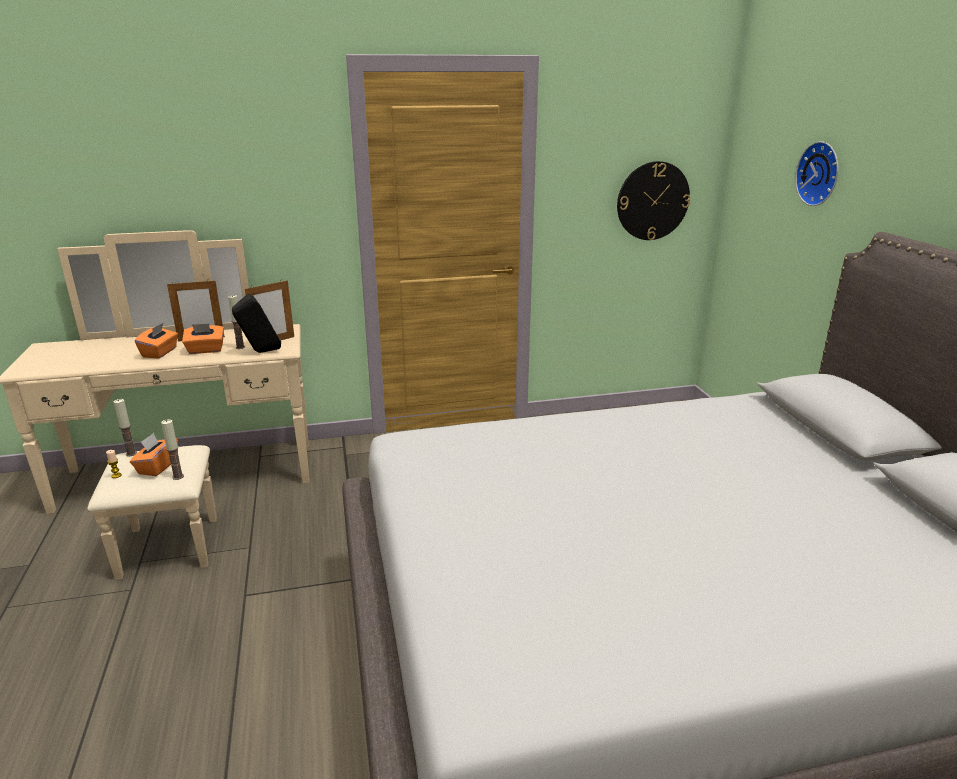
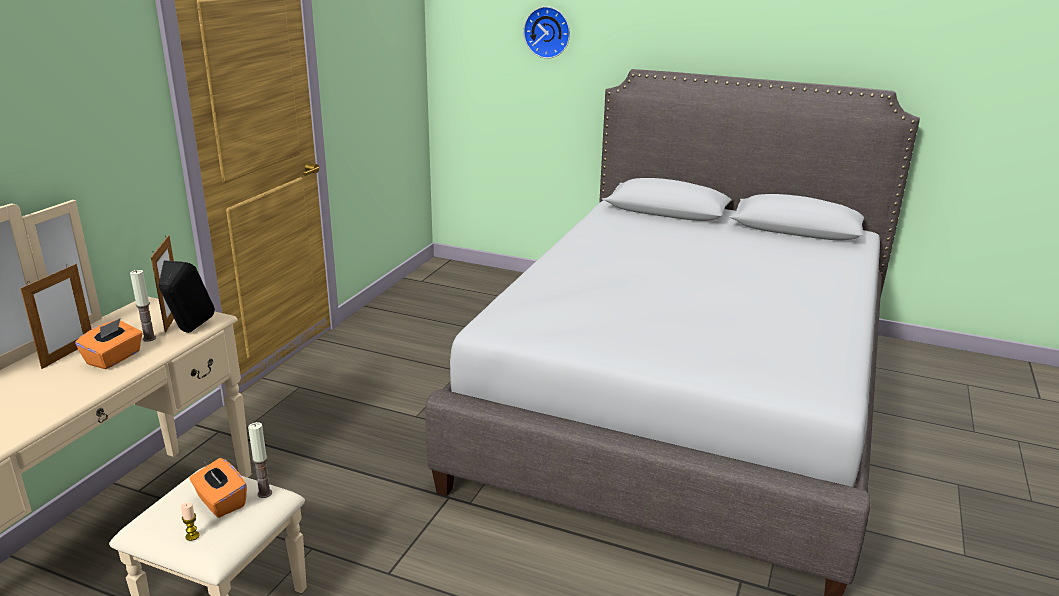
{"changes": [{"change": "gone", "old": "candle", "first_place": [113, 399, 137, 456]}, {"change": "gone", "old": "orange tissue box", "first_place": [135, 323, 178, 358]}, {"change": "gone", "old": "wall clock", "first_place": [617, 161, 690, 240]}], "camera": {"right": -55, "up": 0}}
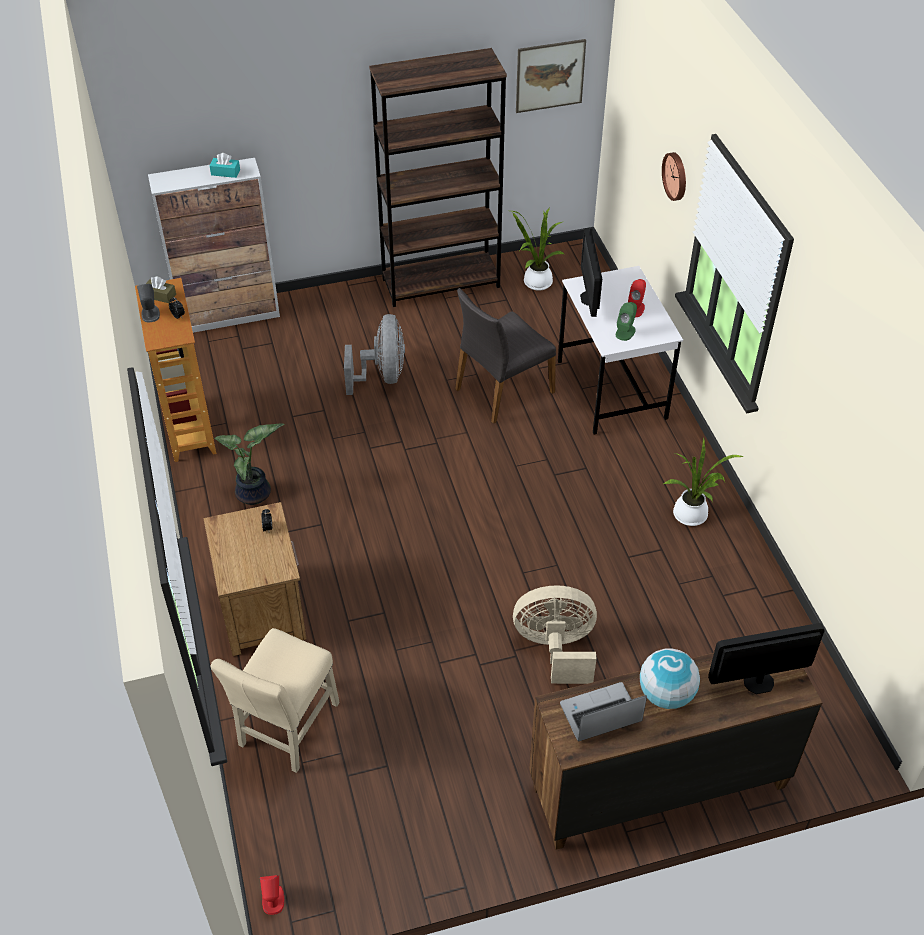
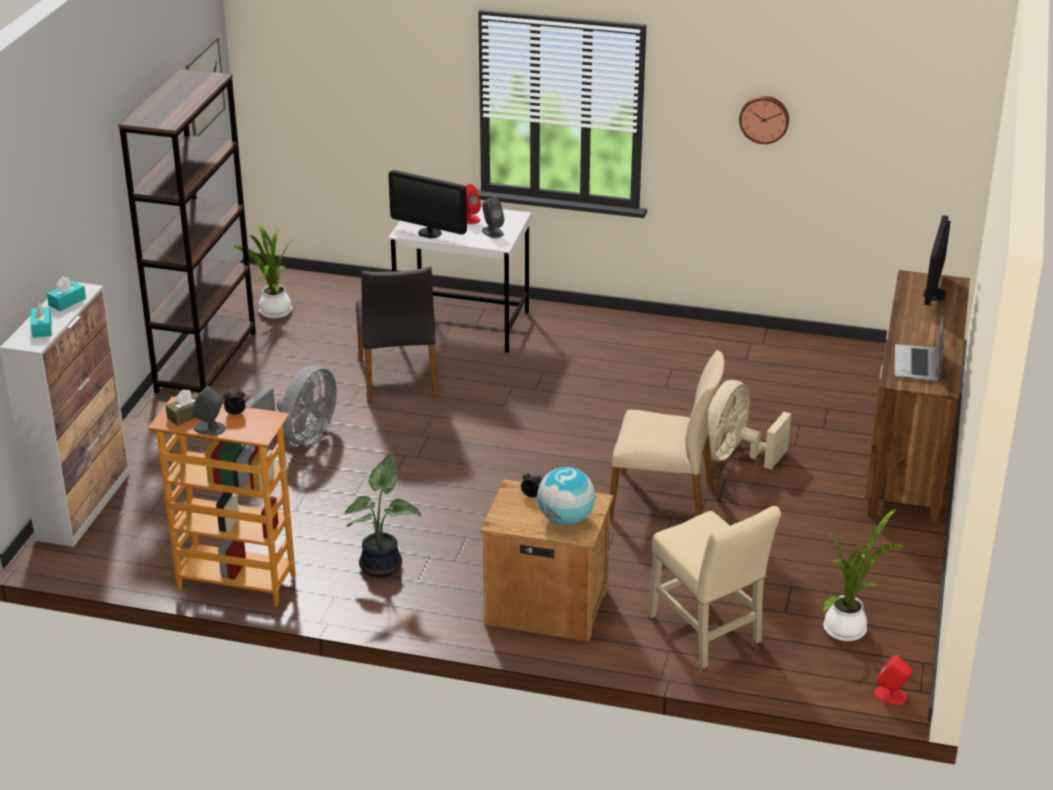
{"changes": [{"change": "new", "new": "turquoise tissue box", "second_place": [31, 302, 52, 338]}, {"change": "new", "new": "beige chair", "second_place": [610, 350, 725, 520]}, {"change": "shifted", "old": "globe", "first_place": [639, 648, 700, 709], "second_place": [537, 467, 596, 525]}, {"change": "shifted", "old": "wall clock", "first_place": [662, 152, 686, 201], "second_place": [739, 96, 789, 144]}, {"change": "shifted", "old": "potted plant", "first_place": [664, 438, 744, 526], "second_place": [823, 509, 906, 642]}, {"change": "repainted", "old": "green speaker", "new": "grey speaker", "first_place": [616, 302, 637, 341], "second_place": [482, 197, 504, 238]}, {"change": "rotated", "old": "grey fan", "first_place": [344, 314, 405, 395], "second_place": [245, 365, 337, 445], "degrees": 90}], "camera": {"right": -60, "up": -15}}
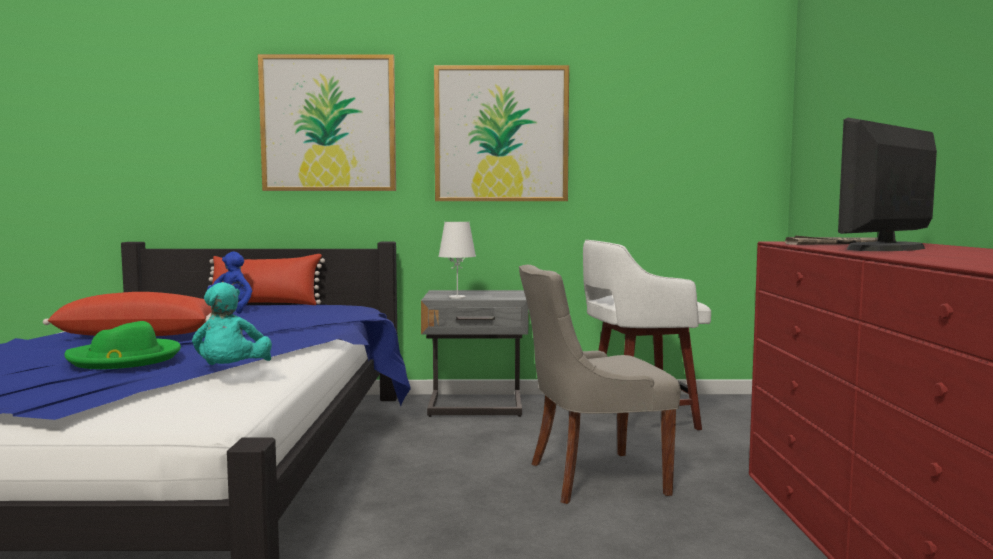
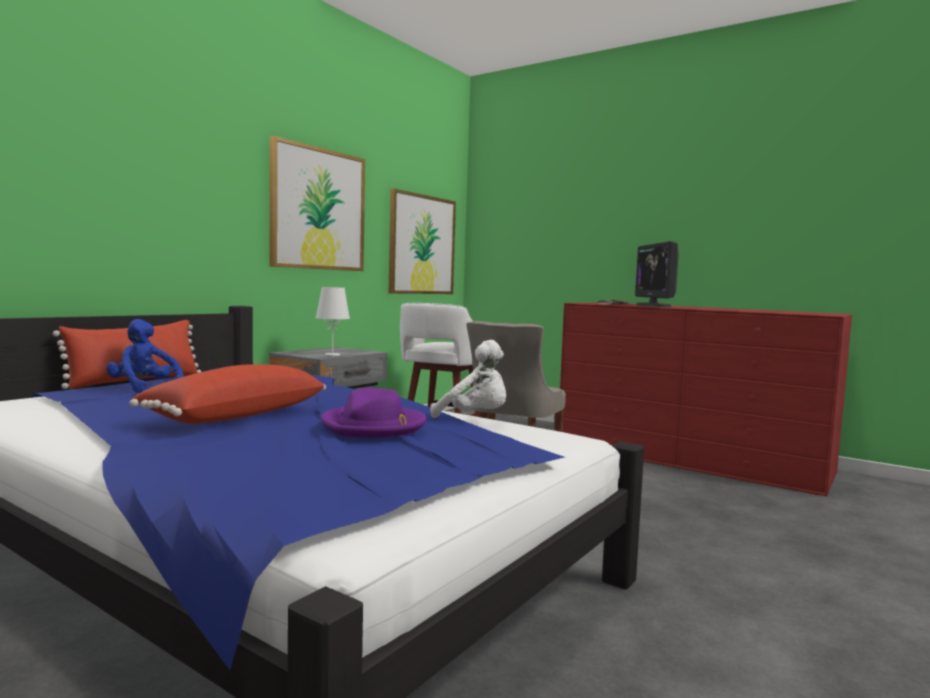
{"changes": [{"change": "shifted", "old": "picture", "first_place": [258, 54, 396, 191], "second_place": [389, 188, 456, 294]}, {"change": "repainted", "old": "green hat", "new": "purple hat", "first_place": [64, 321, 181, 369], "second_place": [321, 387, 427, 438]}, {"change": "repainted", "old": "turquoise plush toy", "new": "white plush toy", "first_place": [192, 282, 272, 365], "second_place": [430, 340, 506, 418]}], "camera": {"right": -55, "up": 0}}
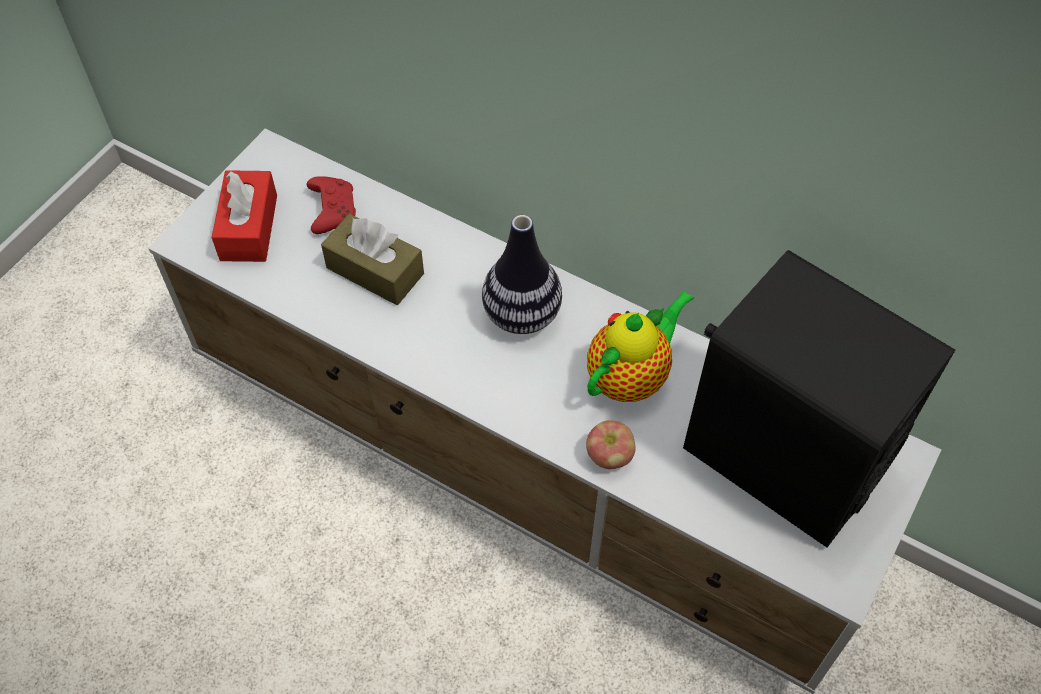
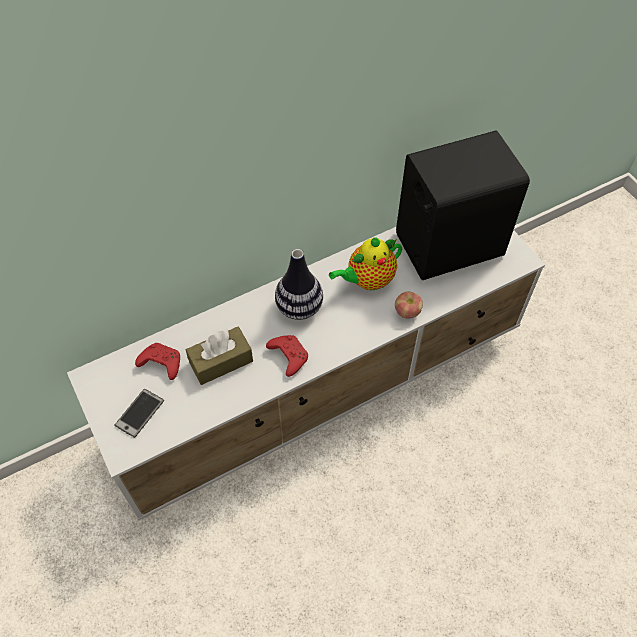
{"changes": [{"change": "new", "new": "red game controller", "second_place": [266, 335, 308, 377]}, {"change": "swapped", "old": "red tissue box", "new": "phone", "first_place": [211, 170, 277, 262], "second_place": [114, 389, 164, 438]}, {"change": "rotated", "old": "teapot", "first_place": [587, 290, 694, 402], "second_place": [329, 237, 402, 290], "degrees": -105}], "camera": {"right": -60, "up": 0}}
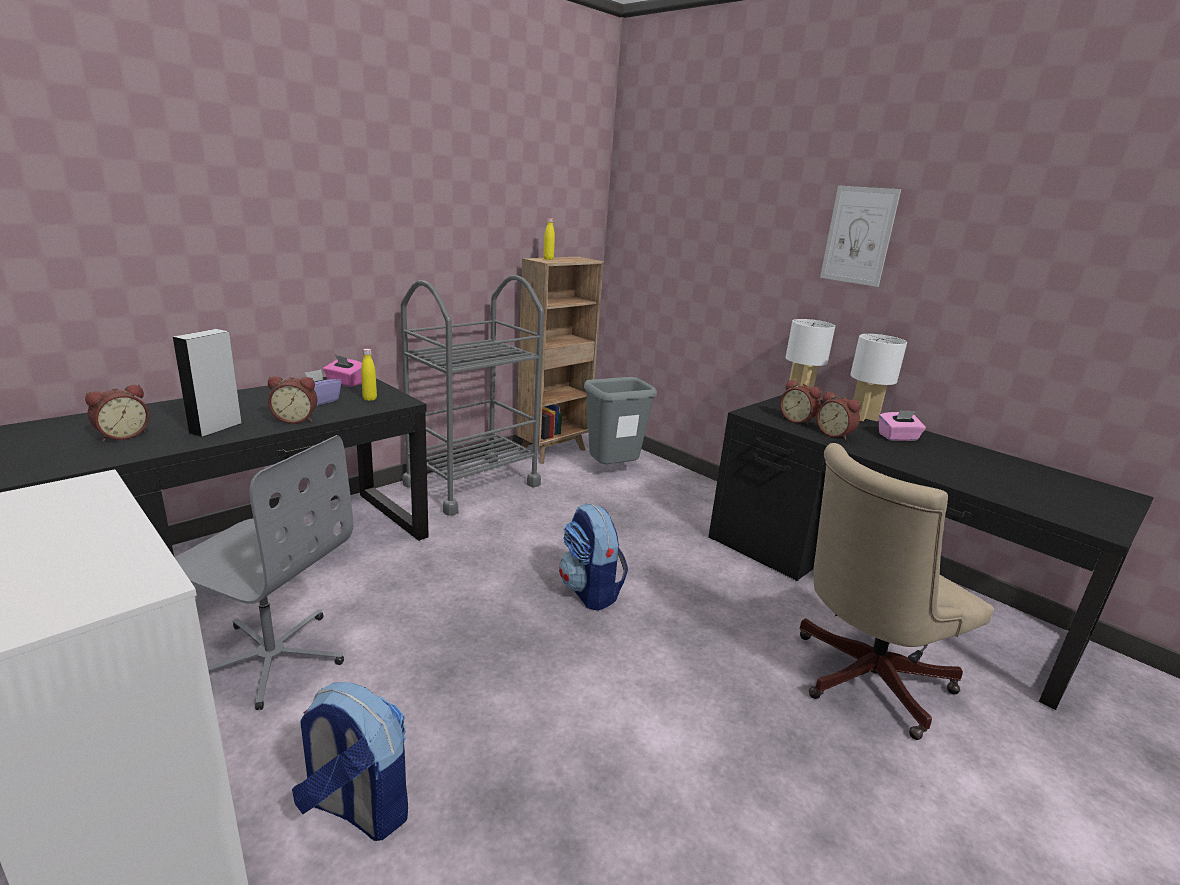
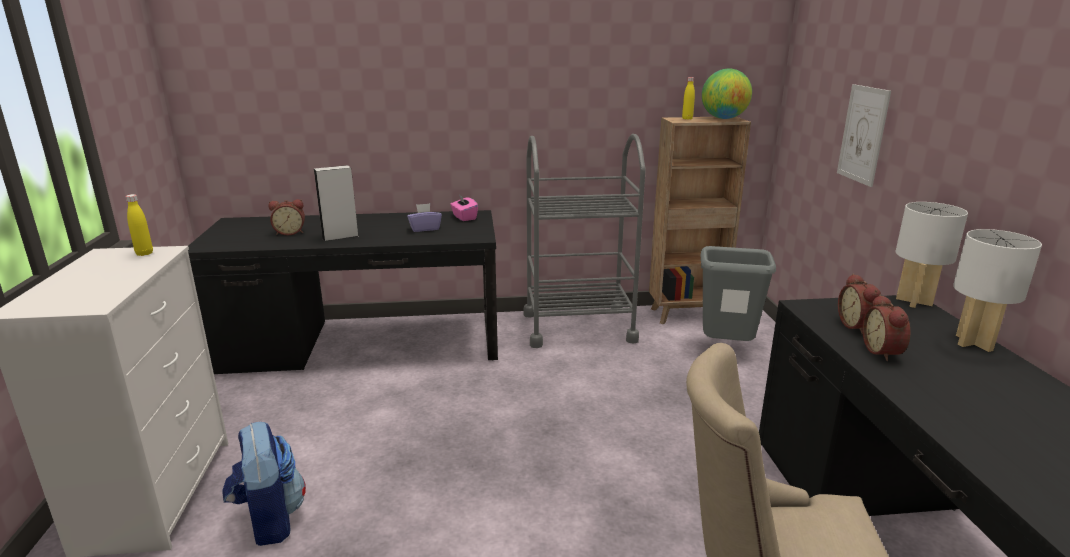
{"changes": [{"change": "gone", "old": "grey office chair", "first_place": [175, 435, 353, 710]}, {"change": "gone", "old": "alarm clock", "first_place": [268, 376, 318, 424]}, {"change": "gone", "old": "backpack", "first_place": [559, 504, 628, 611]}, {"change": "gone", "old": "pink tissue box", "first_place": [879, 410, 926, 441]}, {"change": "new", "new": "globe", "second_place": [702, 69, 752, 119]}, {"change": "shifted", "old": "yellow bottle", "first_place": [361, 349, 377, 401], "second_place": [126, 194, 153, 256]}, {"change": "shifted", "old": "picture", "first_place": [820, 185, 901, 287], "second_place": [837, 84, 891, 187]}], "camera": {"right": 40, "up": 0}}
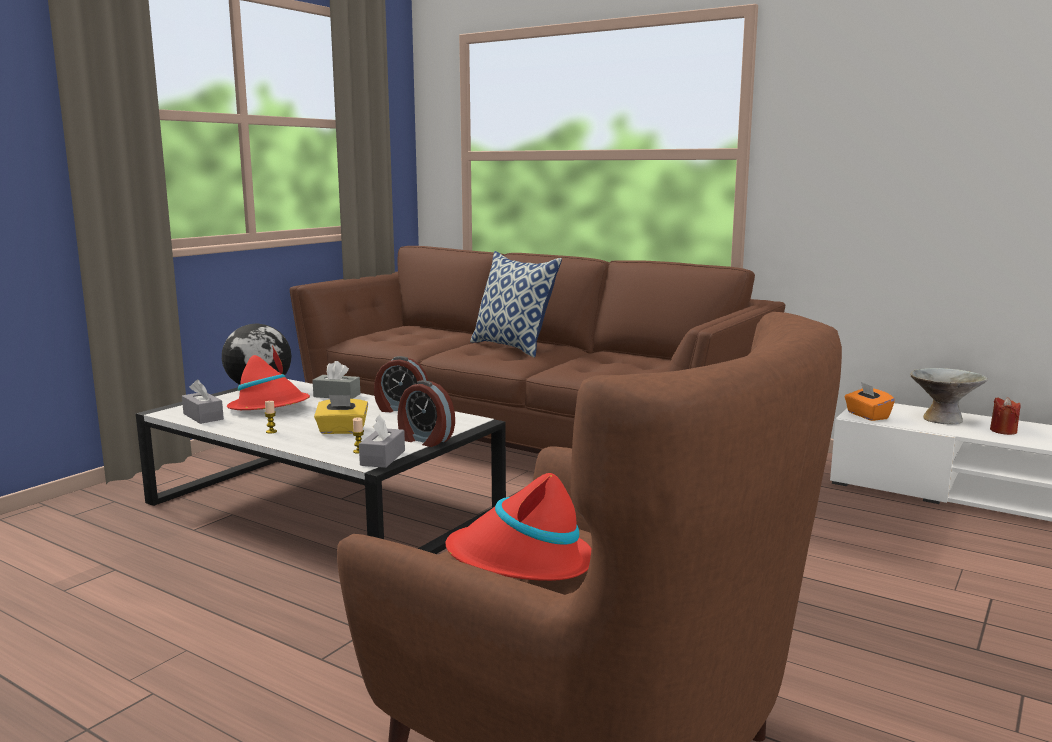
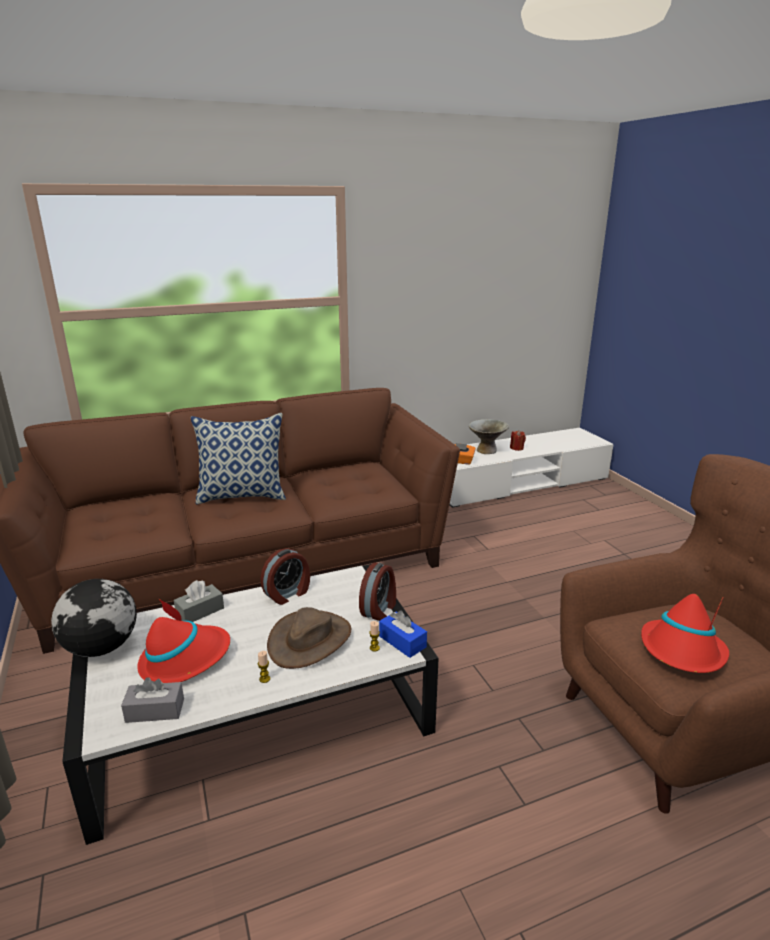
{"changes": [{"change": "swapped", "old": "yellow tissue box", "new": "brown hat", "first_place": [314, 395, 368, 434], "second_place": [267, 607, 351, 669]}, {"change": "repainted", "old": "grey tissue box", "new": "blue tissue box", "first_place": [359, 415, 405, 468], "second_place": [379, 611, 427, 658]}, {"change": "rotated", "old": "alarm clock", "first_place": [397, 380, 455, 447], "second_place": [359, 562, 396, 621], "degrees": -45}], "camera": {"right": -55, "up": 10}}
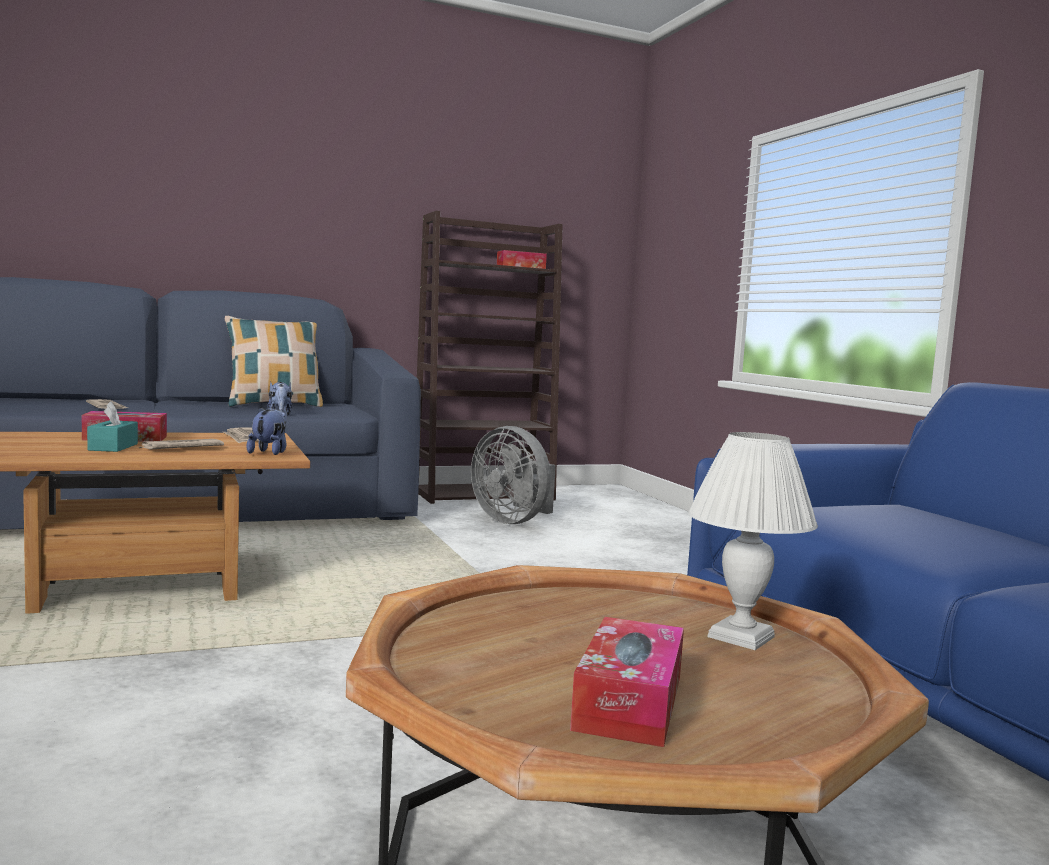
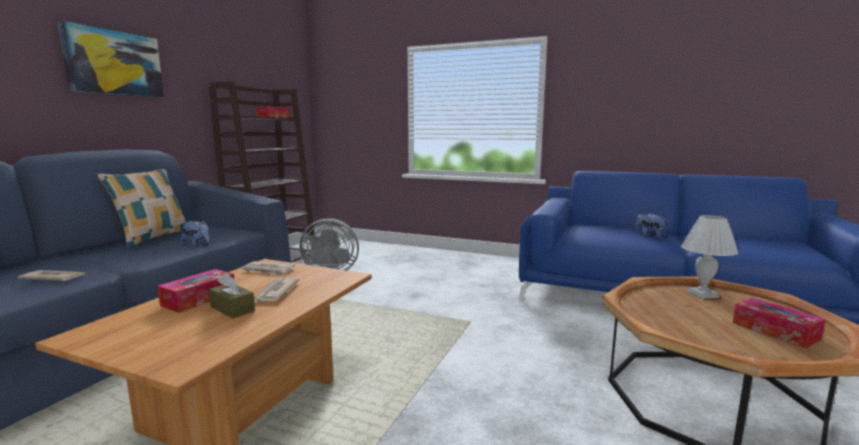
{"changes": [{"change": "new", "new": "picture", "second_place": [58, 20, 164, 98]}, {"change": "shifted", "old": "plush toy", "first_place": [247, 407, 287, 455], "second_place": [635, 213, 669, 239]}, {"change": "repainted", "old": "turquoise tissue box", "new": "brown tissue box", "first_place": [87, 401, 138, 452], "second_place": [209, 273, 255, 319]}], "camera": {"right": -45, "up": 5}}
